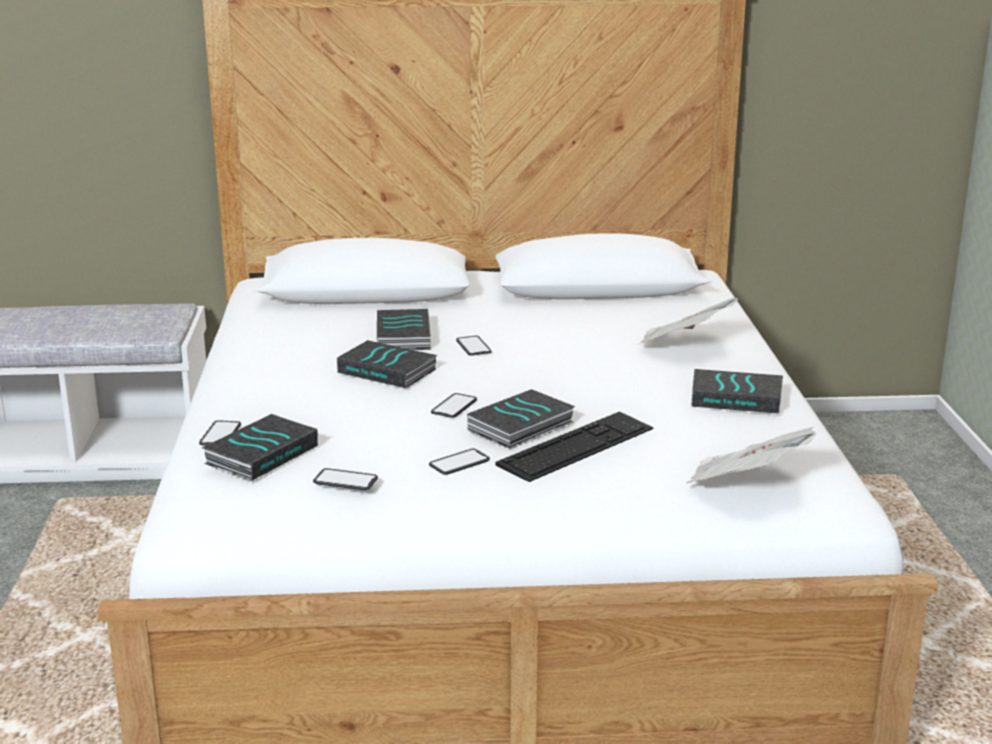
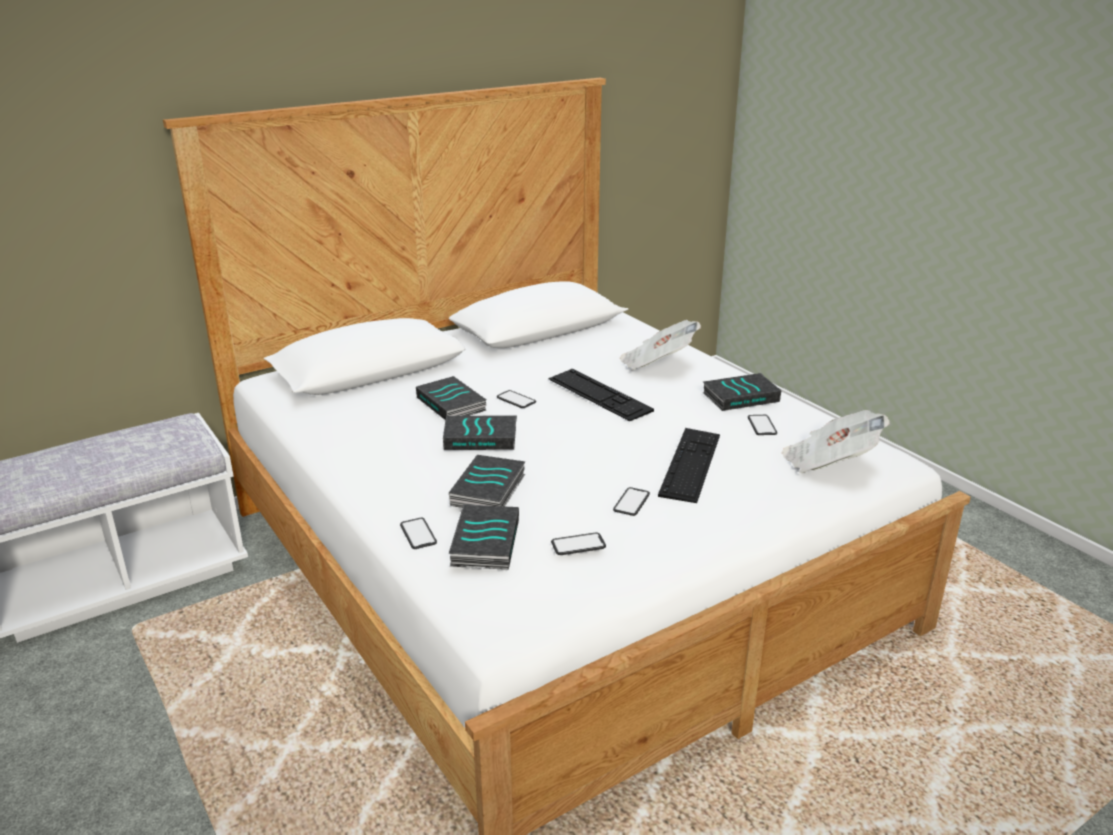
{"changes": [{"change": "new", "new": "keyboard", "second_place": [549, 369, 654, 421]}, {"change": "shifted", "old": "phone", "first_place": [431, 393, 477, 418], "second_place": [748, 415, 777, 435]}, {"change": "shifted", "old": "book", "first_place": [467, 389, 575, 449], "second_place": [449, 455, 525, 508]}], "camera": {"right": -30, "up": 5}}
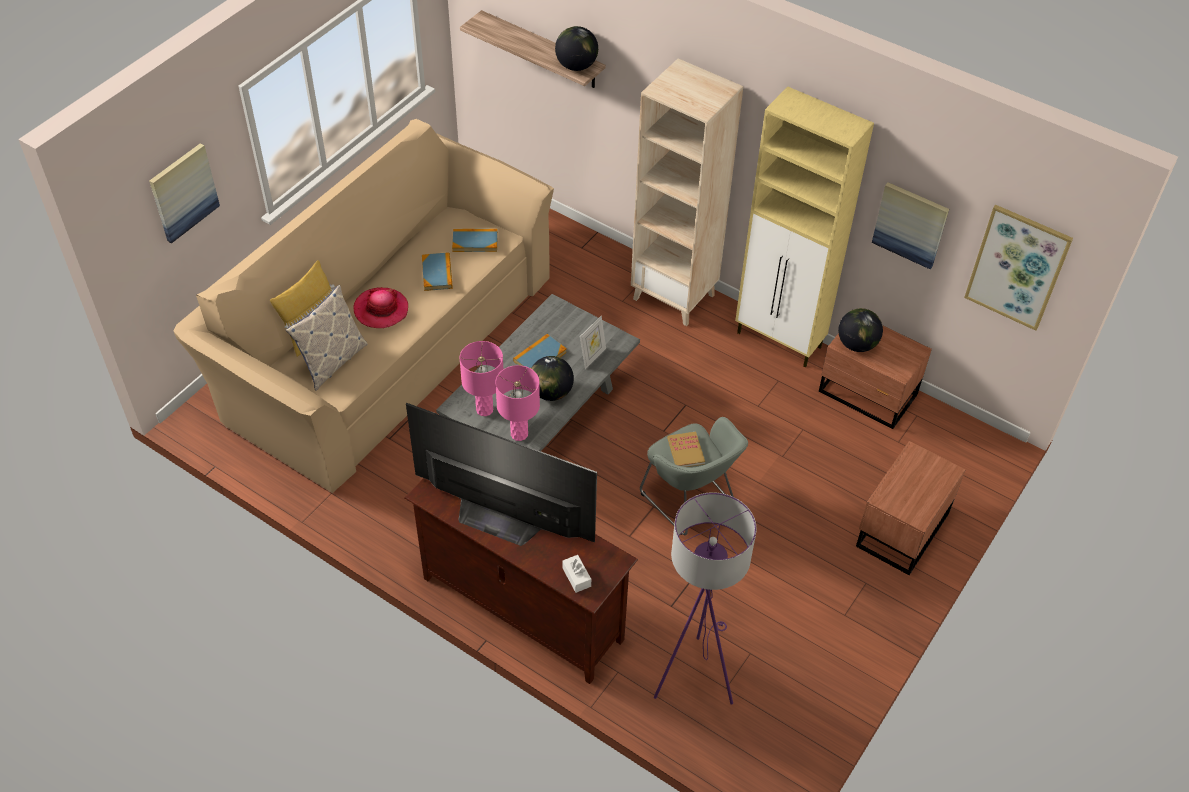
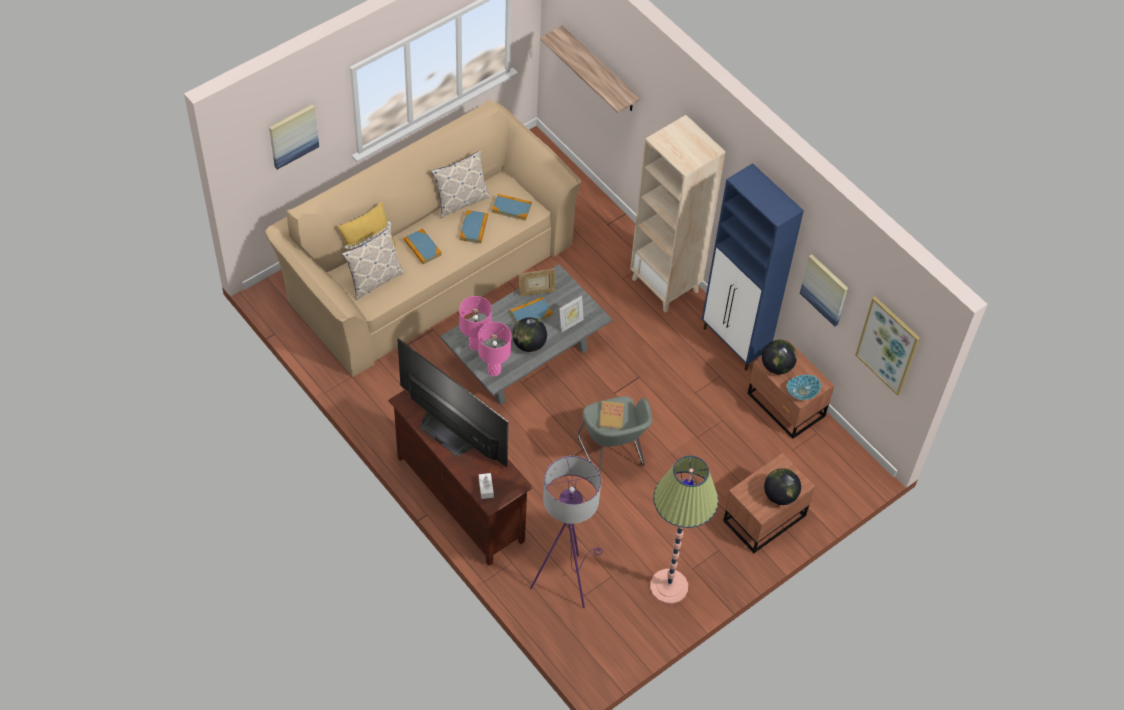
{"changes": [{"change": "new", "new": "pillow", "second_place": [431, 150, 490, 218]}, {"change": "new", "new": "picture frame", "second_place": [518, 269, 556, 296]}, {"change": "new", "new": "floor lamp", "second_place": [650, 456, 718, 604]}, {"change": "new", "new": "bowl", "second_place": [787, 375, 821, 400]}, {"change": "shifted", "old": "globe", "first_place": [555, 26, 598, 71], "second_place": [764, 468, 801, 505]}, {"change": "swapped", "old": "hat", "new": "book", "first_place": [353, 287, 408, 328], "second_place": [404, 228, 442, 264]}, {"change": "repainted", "old": "beige cabinet", "new": "blue cabinet", "first_place": [735, 86, 874, 367], "second_place": [702, 163, 804, 371]}], "camera": {"right": 15, "up": 5}}
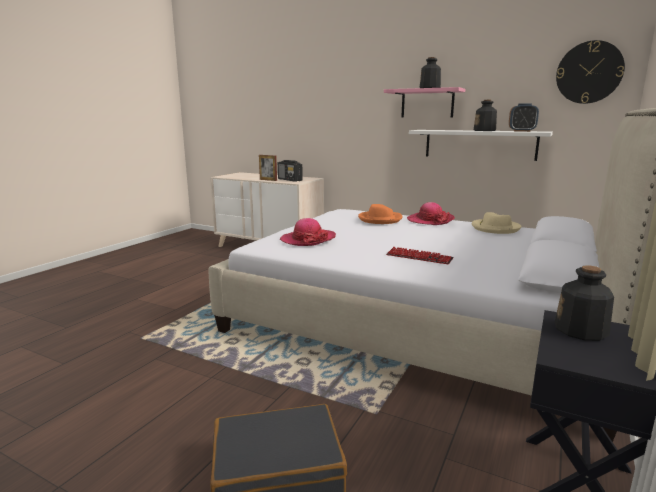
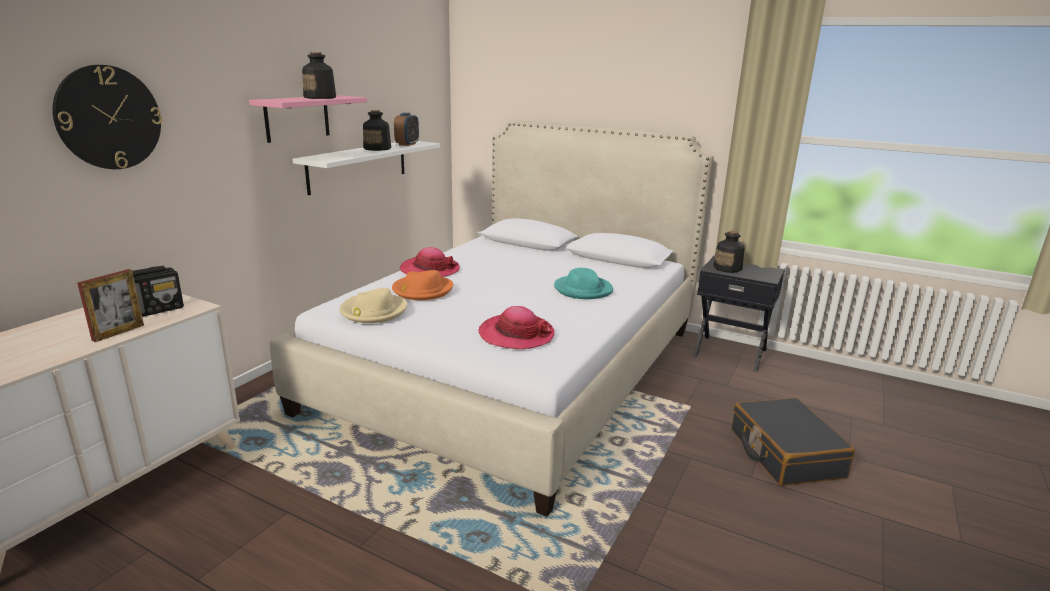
{"changes": [{"change": "shifted", "old": "beige hat", "first_place": [472, 212, 522, 234], "second_place": [339, 288, 407, 323]}, {"change": "shifted", "old": "wall clock", "first_place": [556, 40, 625, 104], "second_place": [52, 65, 162, 169]}, {"change": "swapped", "old": "keyboard", "new": "turquoise hat", "first_place": [386, 247, 454, 264], "second_place": [554, 268, 613, 299]}], "camera": {"right": -90, "up": 5}}
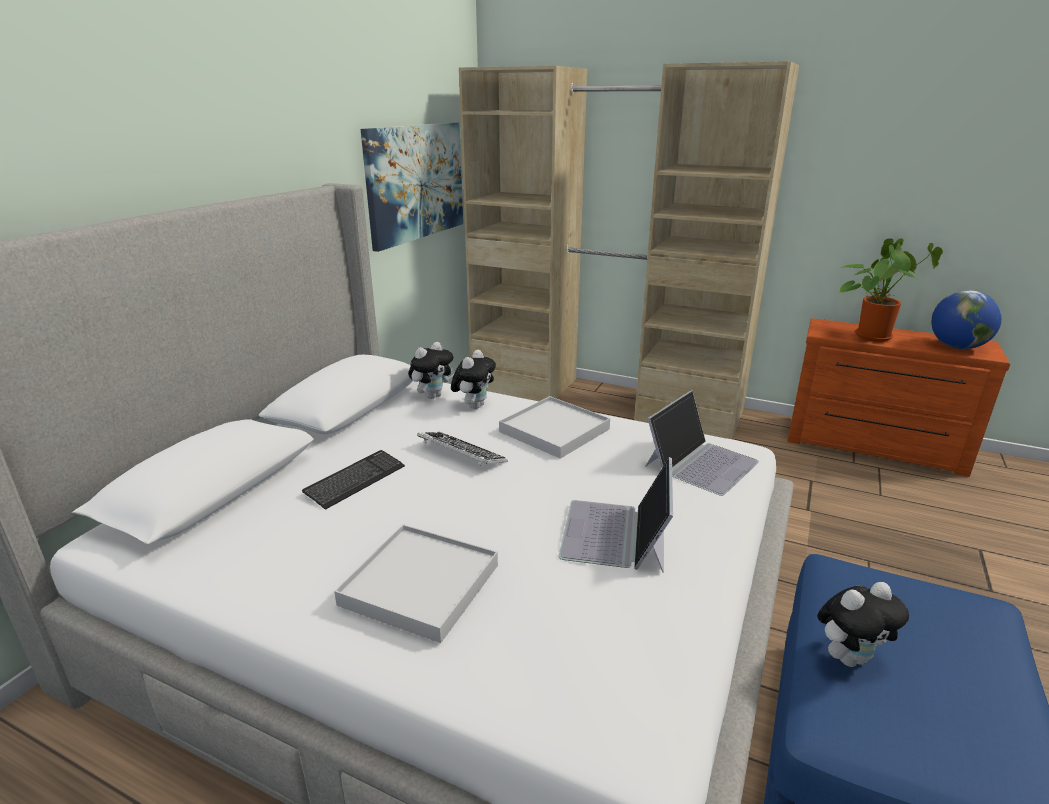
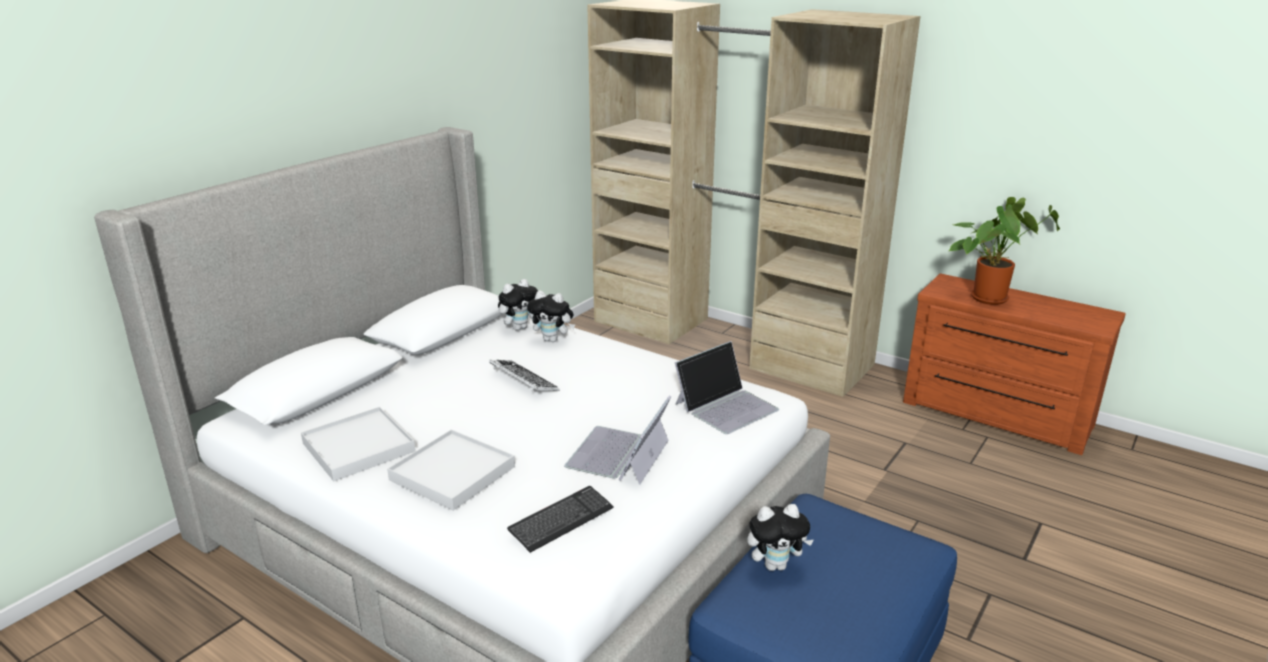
{"changes": [{"change": "gone", "old": "picture", "first_place": [361, 123, 463, 252]}, {"change": "gone", "old": "globe", "first_place": [931, 290, 1002, 349]}, {"change": "shifted", "old": "keyboard", "first_place": [302, 450, 405, 510], "second_place": [507, 486, 614, 553]}, {"change": "shifted", "old": "white tray", "first_place": [499, 396, 610, 459], "second_place": [301, 407, 416, 481]}, {"change": "rotated", "old": "plush toy", "first_place": [451, 350, 496, 409], "second_place": [527, 290, 575, 342], "degrees": 75}], "camera": {"right": 10, "up": 0}}
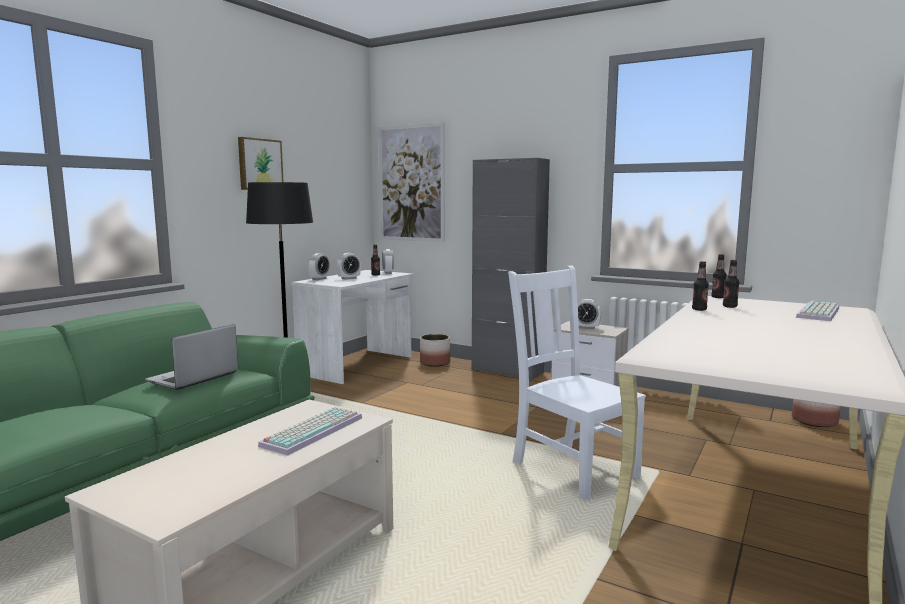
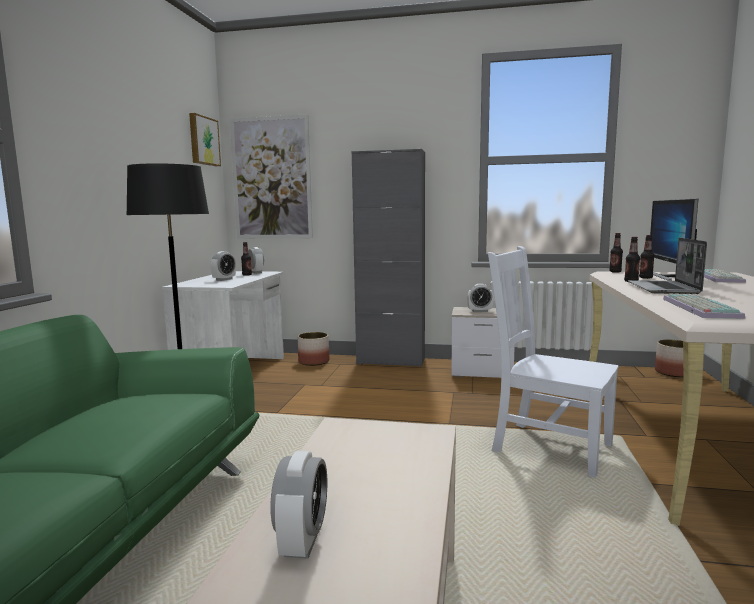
{"changes": [{"change": "new", "new": "monitor", "second_place": [650, 199, 698, 281]}, {"change": "shifted", "old": "laptop", "first_place": [145, 324, 238, 390], "second_place": [628, 238, 707, 294]}, {"change": "shifted", "old": "picture", "first_place": [238, 137, 284, 190], "second_place": [189, 113, 221, 166]}, {"change": "shifted", "old": "keyboard", "first_place": [258, 407, 362, 456], "second_place": [663, 294, 745, 319]}, {"change": "shifted", "old": "alarm clock", "first_place": [308, 253, 330, 280], "second_place": [270, 451, 327, 559]}], "camera": {"right": -20, "up": 0}}
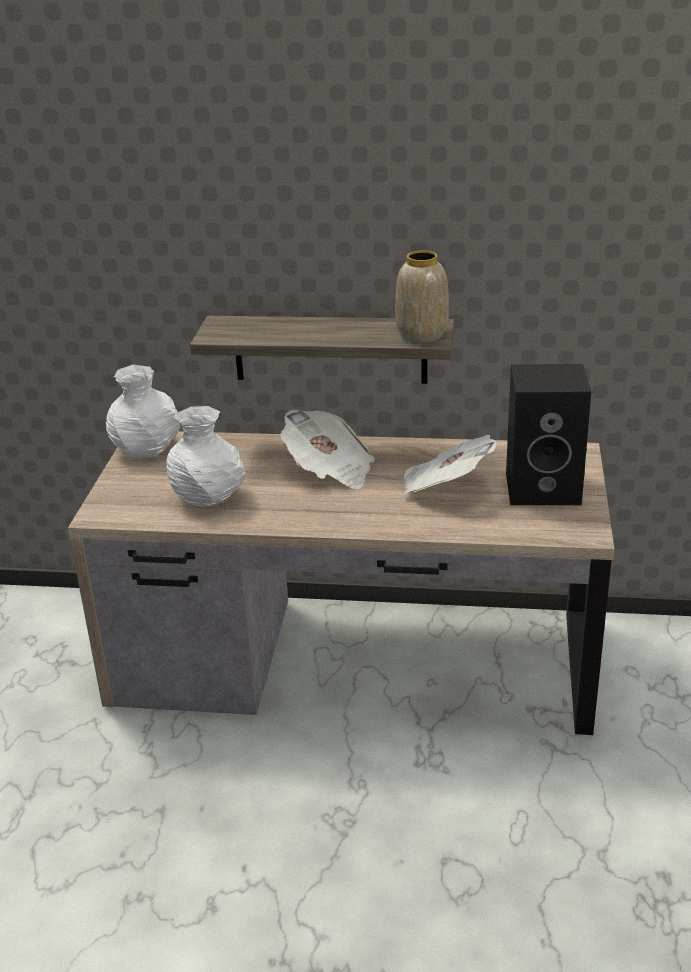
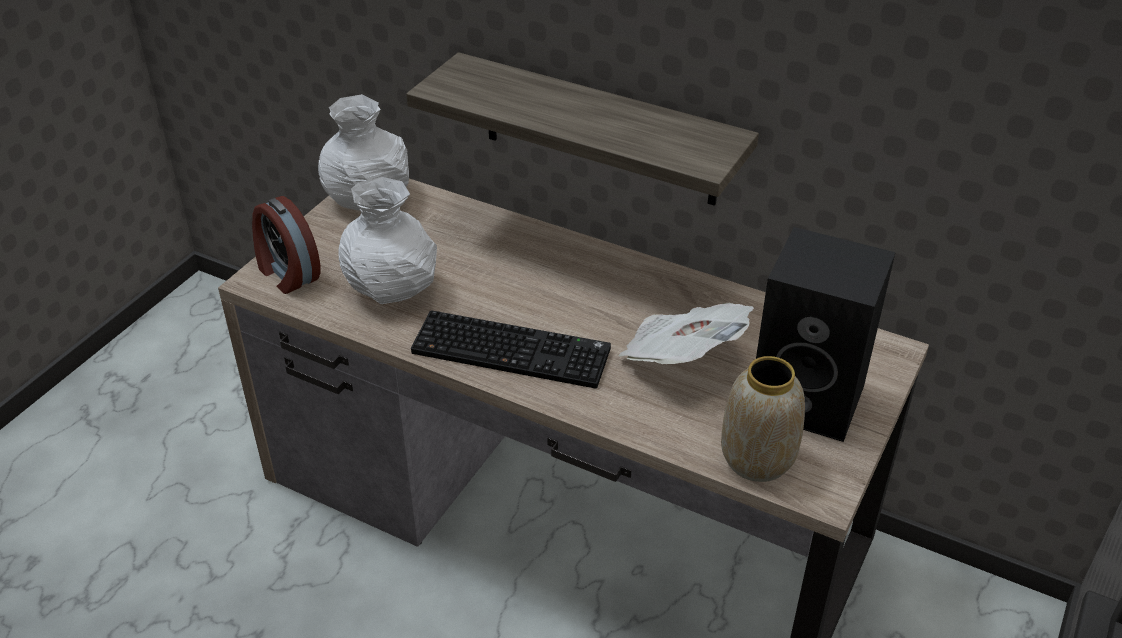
{"changes": [{"change": "gone", "old": "newspaper", "first_place": [280, 409, 375, 489]}, {"change": "new", "new": "alarm clock", "second_place": [252, 196, 320, 294]}, {"change": "new", "new": "keyboard", "second_place": [411, 310, 611, 389]}, {"change": "shifted", "old": "vase", "first_place": [395, 251, 449, 343], "second_place": [721, 356, 805, 482]}], "camera": {"right": 20, "up": 10}}
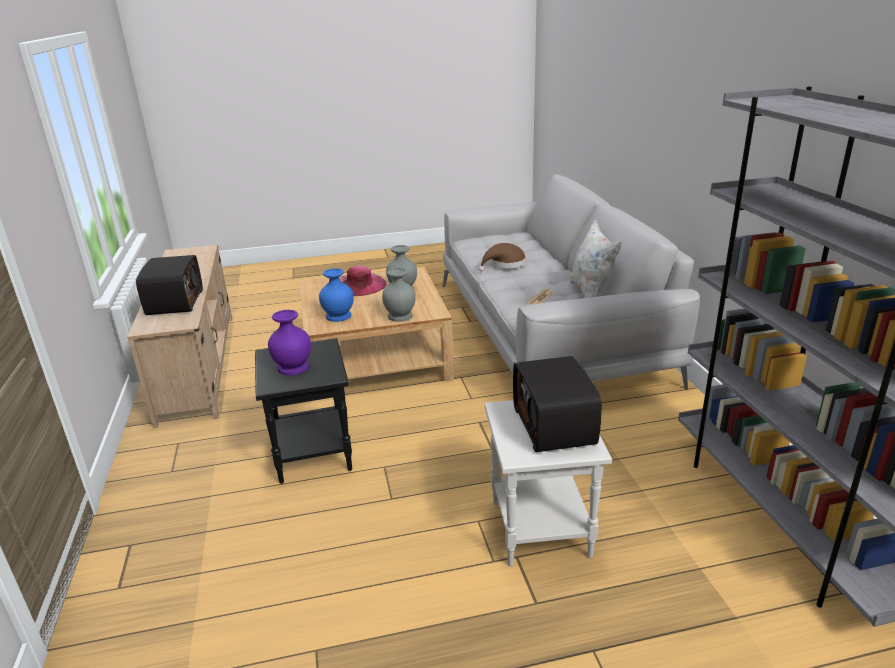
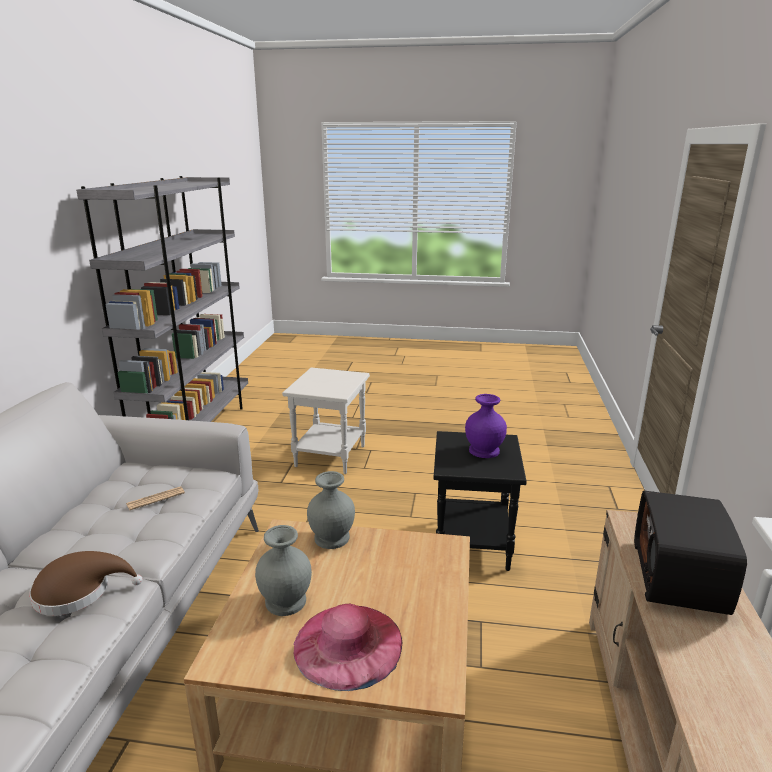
{"changes": [{"change": "gone", "old": "blue vase", "first_place": [319, 268, 354, 322]}, {"change": "gone", "old": "radio", "first_place": [513, 356, 602, 452]}, {"change": "gone", "old": "white pillow", "first_place": [569, 219, 622, 298]}], "camera": {"right": -160, "up": -5}}
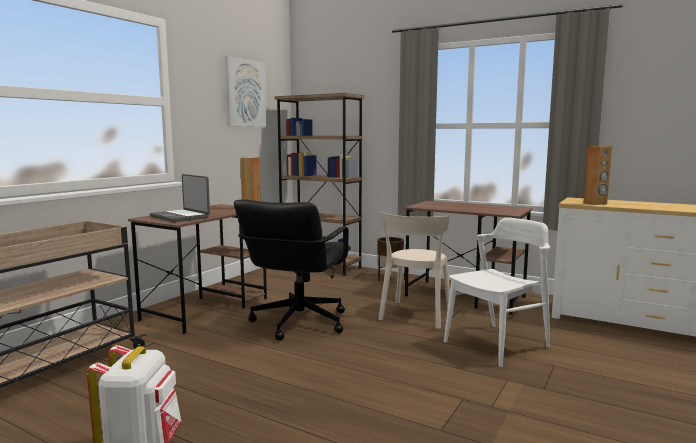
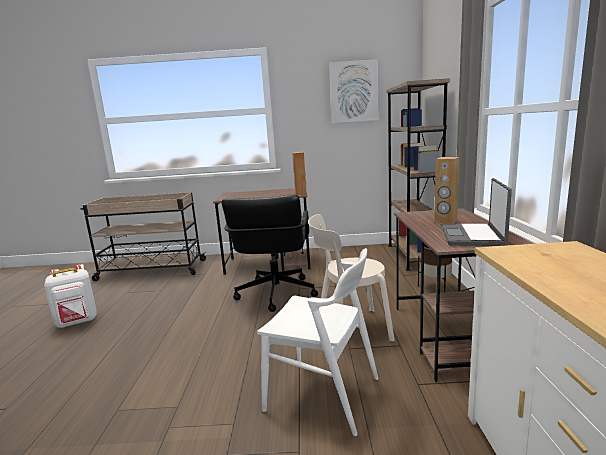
{"changes": [{"change": "shifted", "old": "laptop", "first_place": [150, 174, 210, 222], "second_place": [441, 178, 512, 246]}, {"change": "shifted", "old": "brown speaker", "first_place": [584, 146, 612, 205], "second_place": [434, 157, 459, 224]}, {"change": "rotated", "old": "black office chair", "first_place": [234, 199, 351, 341], "second_place": [222, 194, 318, 312], "degrees": -75}], "camera": {"right": 60, "up": 5}}
